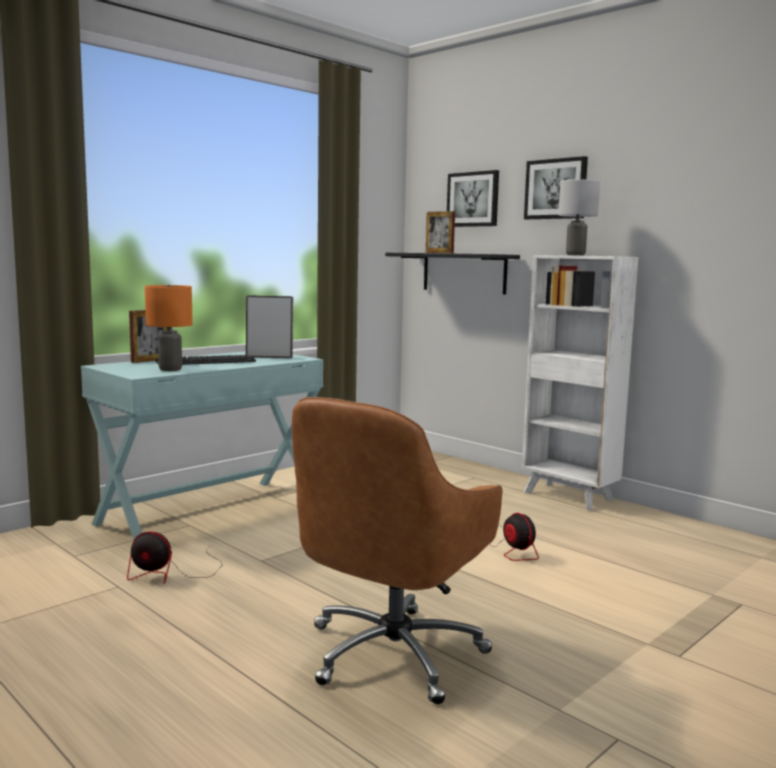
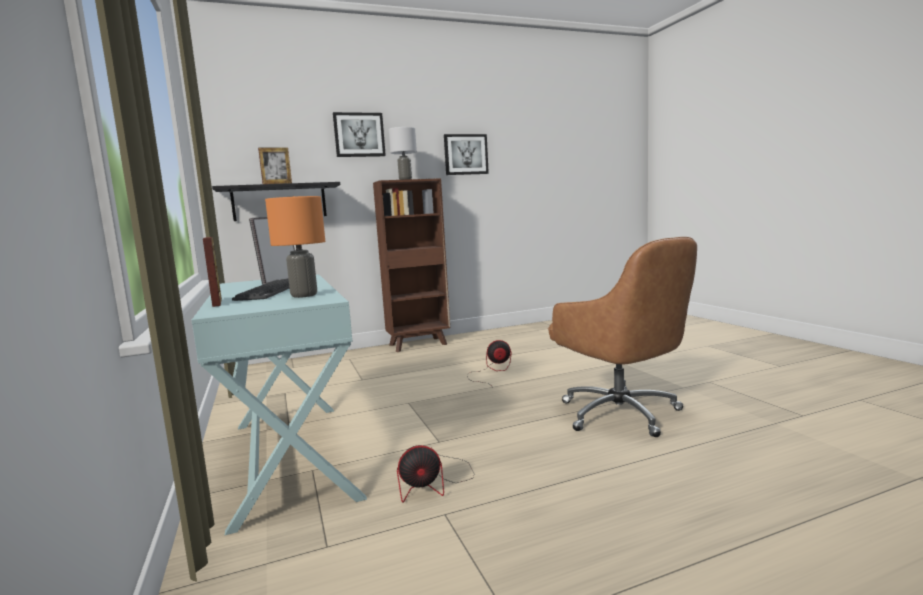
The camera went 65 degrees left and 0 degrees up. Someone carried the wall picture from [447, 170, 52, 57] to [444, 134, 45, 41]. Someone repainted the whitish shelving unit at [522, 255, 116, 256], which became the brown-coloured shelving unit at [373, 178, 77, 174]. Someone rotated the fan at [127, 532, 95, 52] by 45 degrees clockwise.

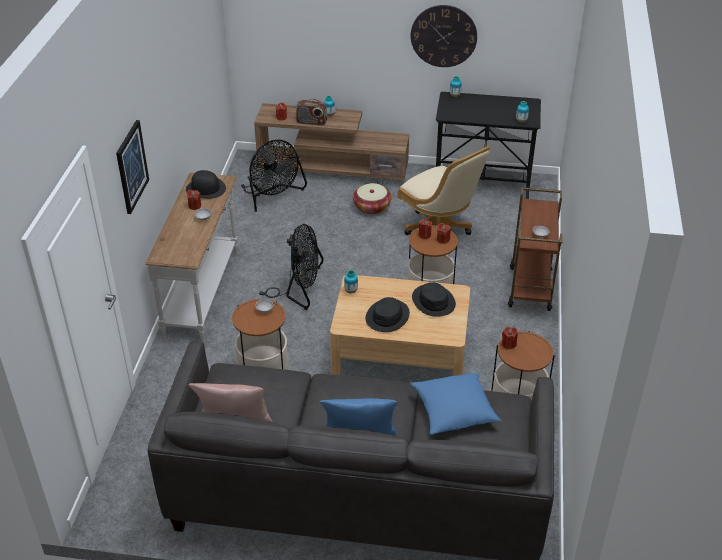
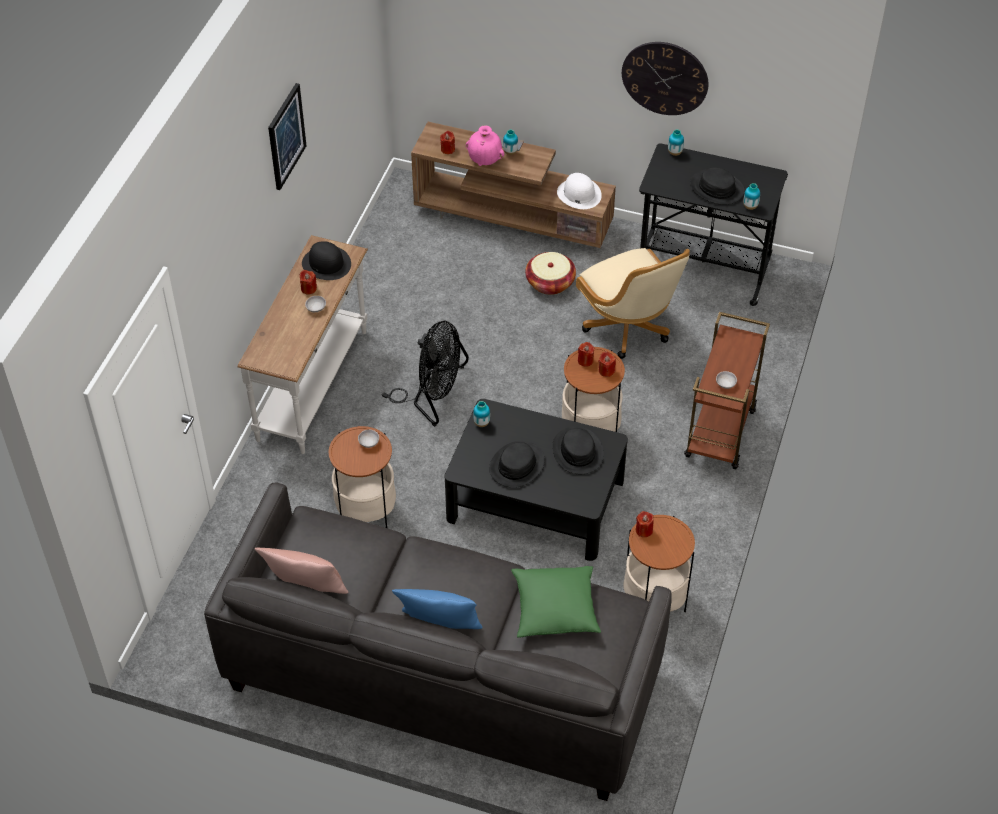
The camera went 10 degrees right and 10 degrees up. Someone took away the blackish fan at [241, 140, 66, 72]. Someone put down the whitish clothing hat at [557, 173, 45, 36]. Someone put down the blackish clothing hat at [690, 167, 55, 38]. Someone carried the wall picture from [116, 120, 33, 94] to [268, 83, 38, 107]. Someone swapped the radio receiver at [296, 99, 31, 27] for the pink-coloured flower vase at [466, 126, 38, 40]. Someone repainted the beige low table at [330, 275, 140, 101], which became the blackish low table at [444, 399, 184, 162]. Someone repainted the blue throw pillow at [411, 373, 90, 62], which became the green throw pillow at [511, 566, 90, 72].

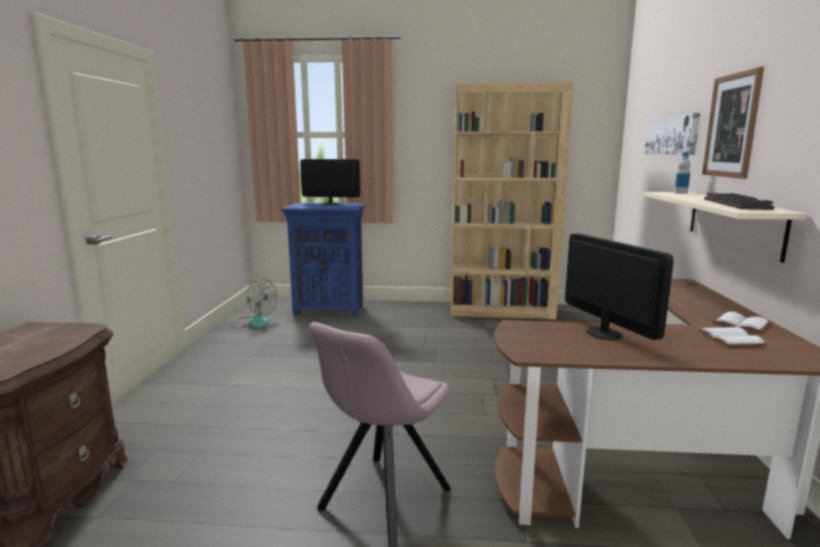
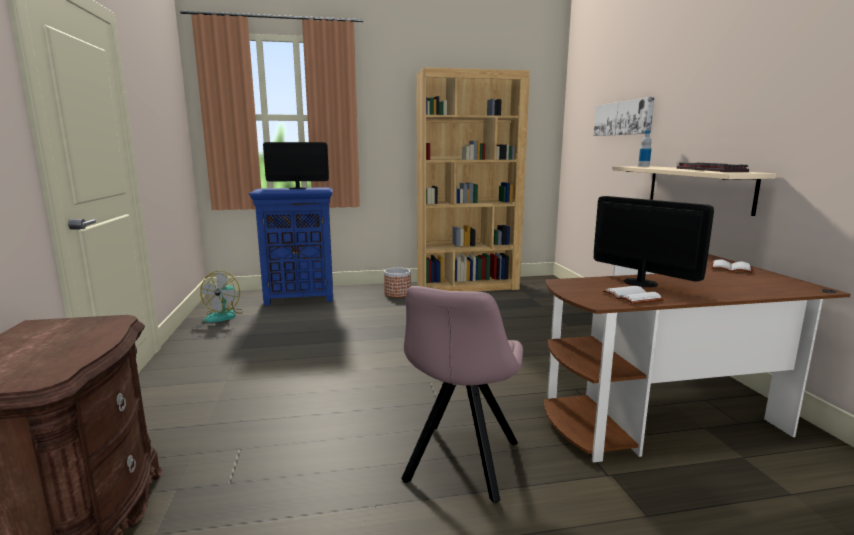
The camera went 15 degrees left and 0 degrees up. Someone took away the wall picture at [702, 67, 62, 112]. Someone put down the flower pot at [384, 268, 27, 30]. Someone carried the whitish bound book from [699, 327, 68, 20] to [603, 286, 61, 18]. Someone rotated the fan at [231, 278, 47, 50] by 90 degrees clockwise.

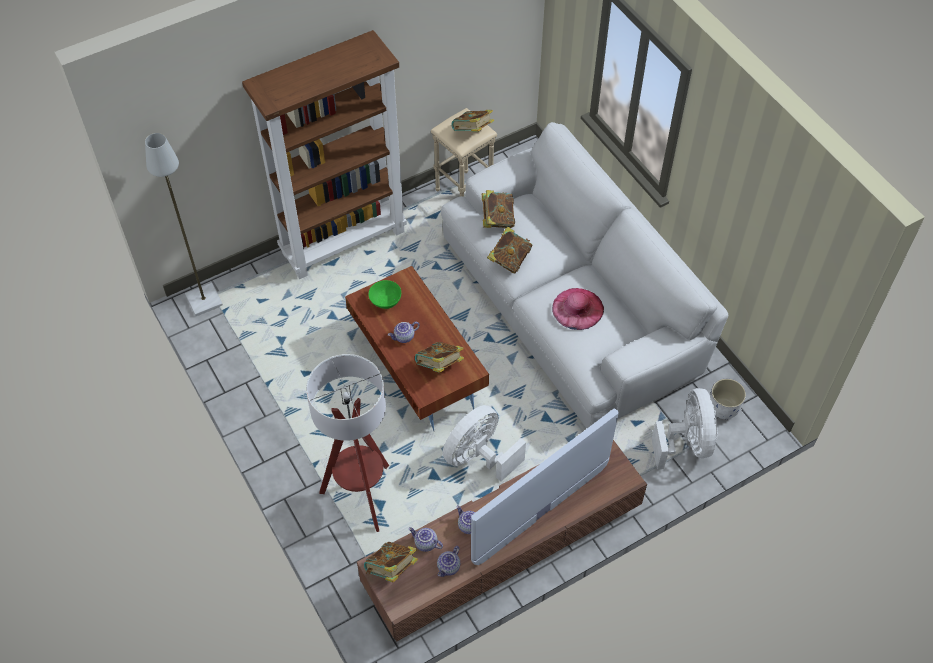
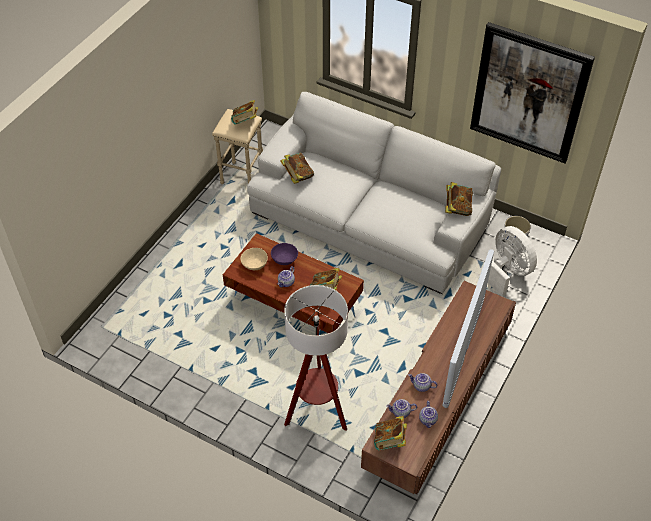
The camera went 30 degrees left and 5 degrees down. Someone took away the greyish standard lamp at [145, 133, 78, 183]. Someone took away the brown-coloured shelving unit at [242, 30, 165, 249]. Someone took away the whitish fan at [443, 405, 83, 77]. Someone took away the pink-coloured clothing hat at [552, 288, 52, 42]. Someone put down the purple-coloured bowl at [271, 243, 27, 22]. Someone put up the wall picture at [470, 22, 125, 141]. Someone carried the bound book from [487, 227, 45, 46] to [445, 182, 28, 34]. Someone repainted the green bowl at [368, 280, 33, 29], which became the beige bowl at [240, 248, 28, 22].

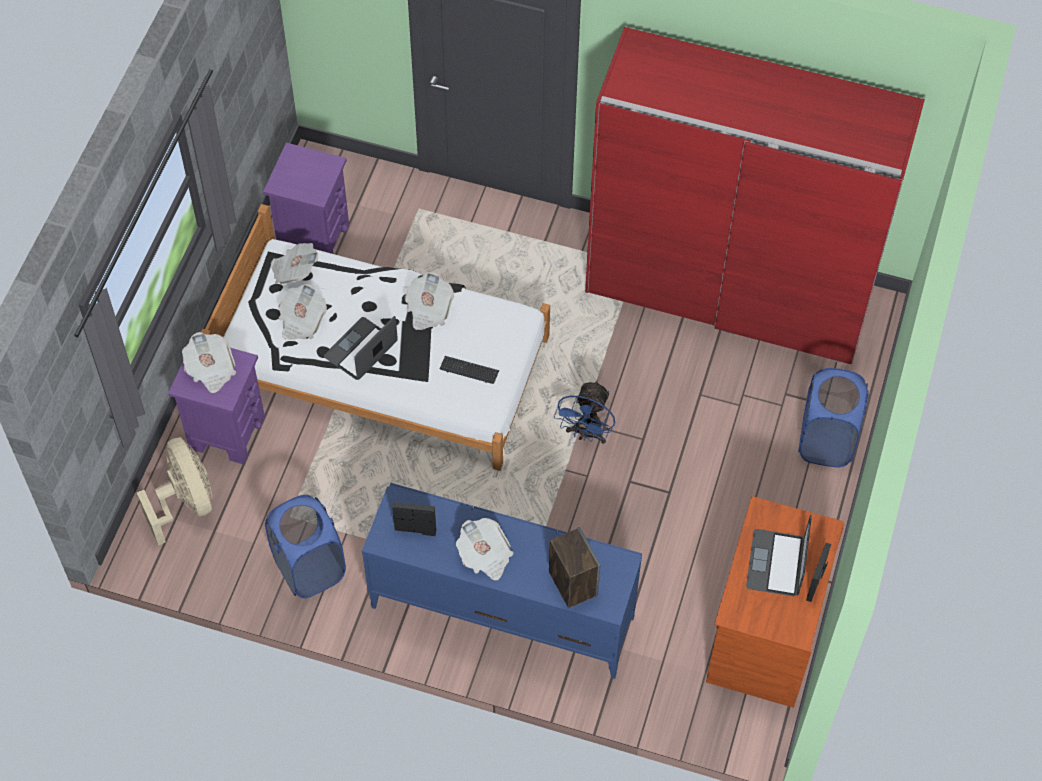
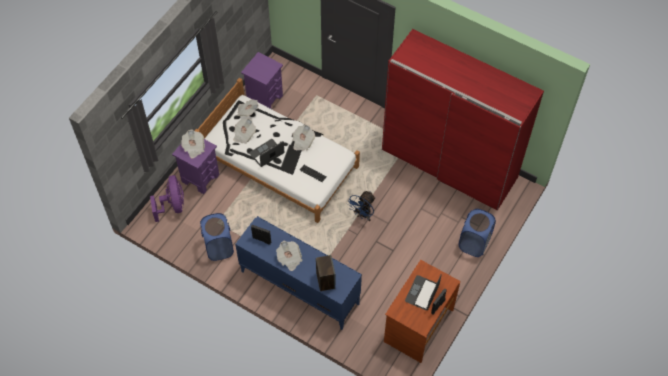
The camera went 15 degrees right and 0 degrees up. Someone repainted the beige fan at [137, 437, 75, 108], which became the purple-coloured fan at [150, 175, 34, 47].

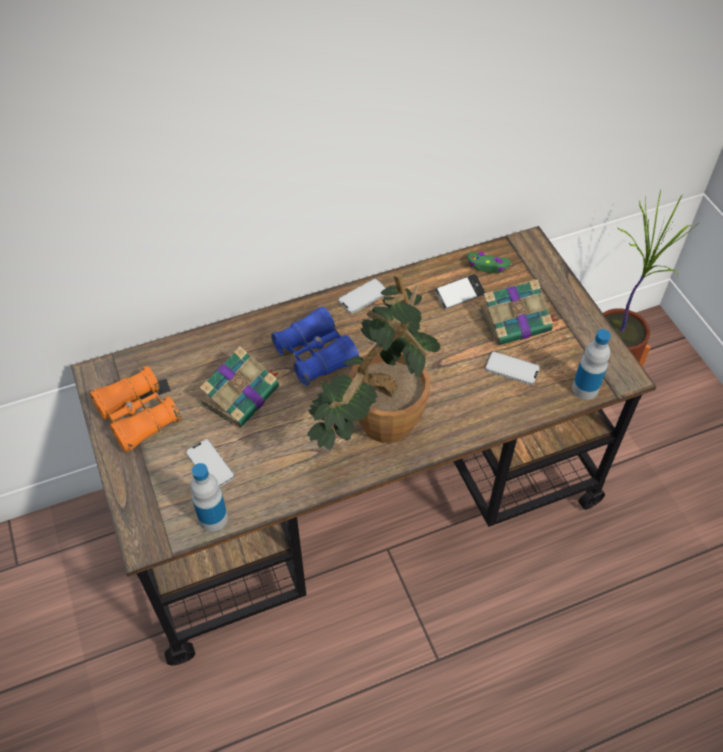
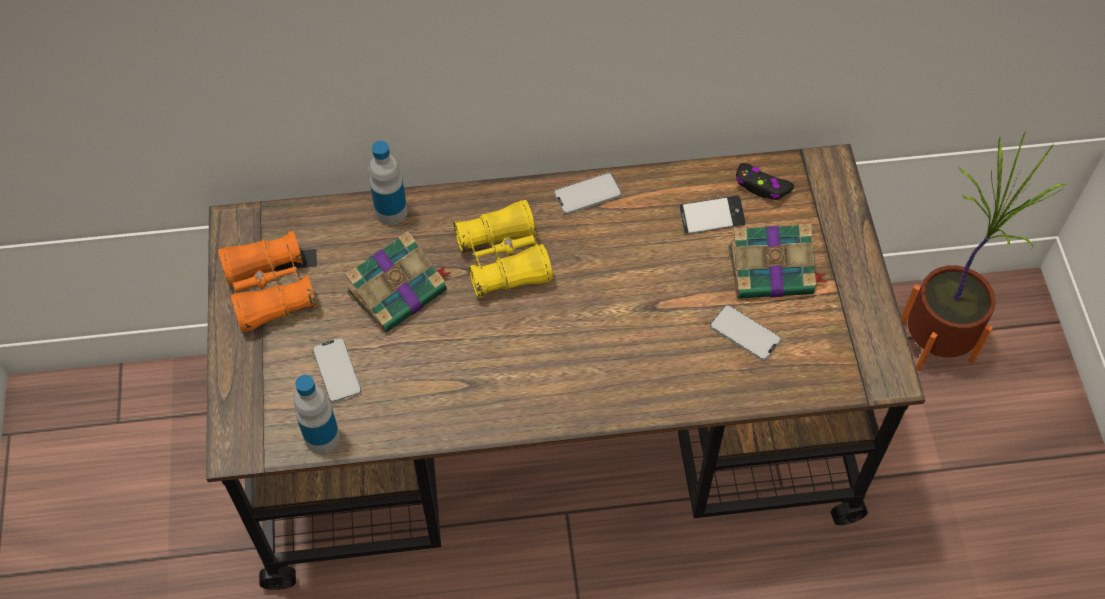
The camera went 15 degrees right and 5 degrees up. Someone took away the plant in a pot at [307, 273, 133, 177]. Someone carried the beverage bottle from [572, 329, 39, 71] to [369, 141, 38, 84]. Someone repainted the blue binoculars at [271, 307, 88, 79], which became the yellow-coloured binoculars at [454, 200, 99, 98]. Someone repainted the green gamepad at [467, 252, 44, 21], which became the blackish gamepad at [736, 163, 58, 37].

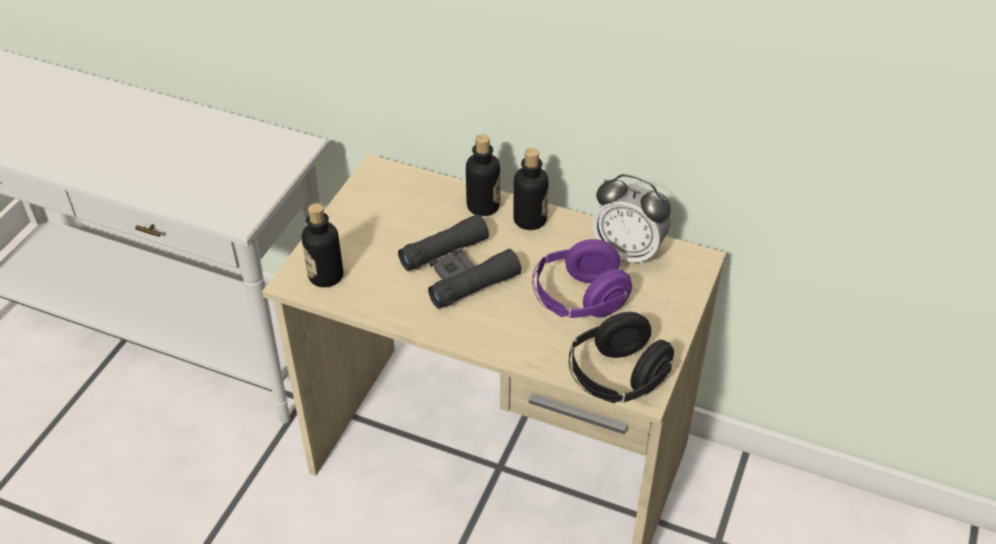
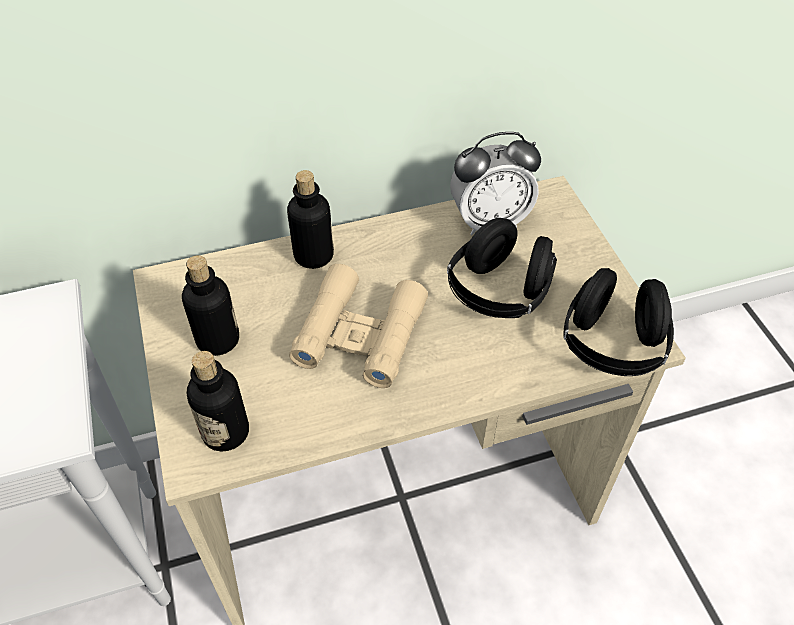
The camera went 40 degrees left and 5 degrees up. Someone carried the beverage bottle from [513, 148, 36, 82] to [182, 255, 57, 101]. Someone repainted the blackish binoculars at [398, 214, 123, 95], which became the beige binoculars at [289, 264, 139, 124]. Someone repainted the purple-coloured headset at [532, 239, 100, 79], which became the blackish headset at [447, 218, 110, 100].

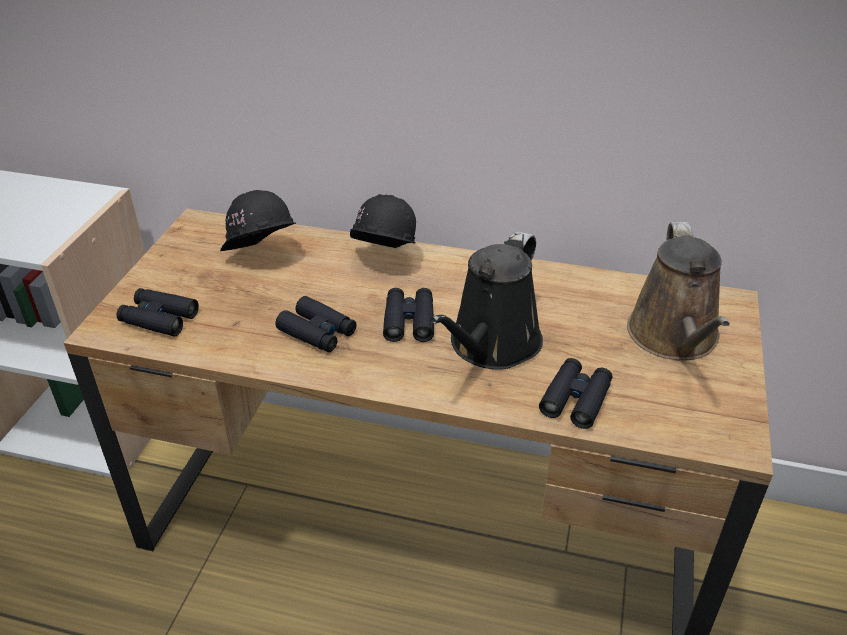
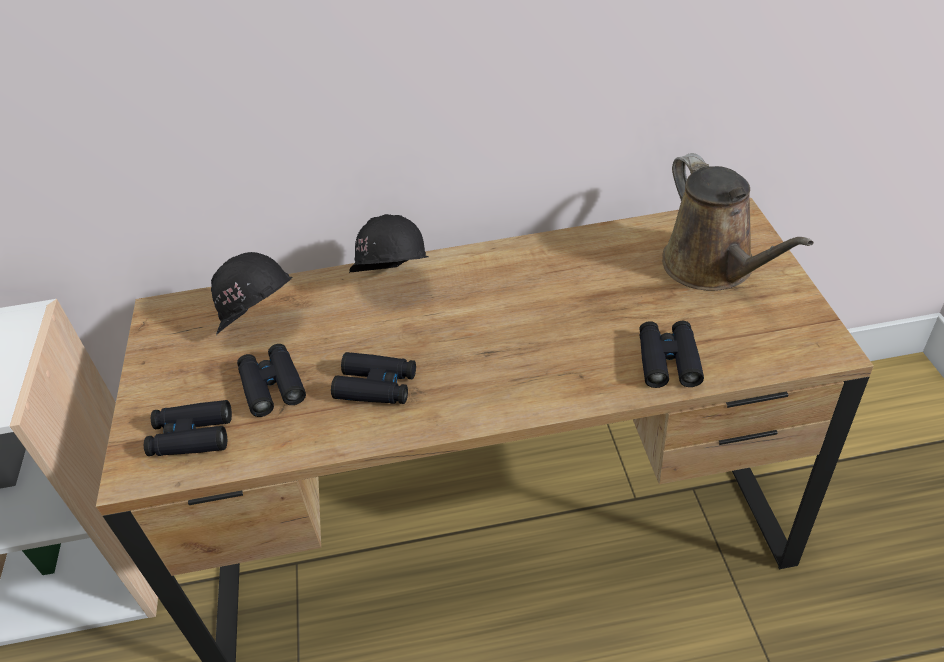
The camera went 20 degrees left and 5 degrees up. Someone took away the blackish watering can at [430, 231, 113, 139]. Someone carried the blackish binoculars from [383, 288, 51, 54] to [237, 344, 69, 73].

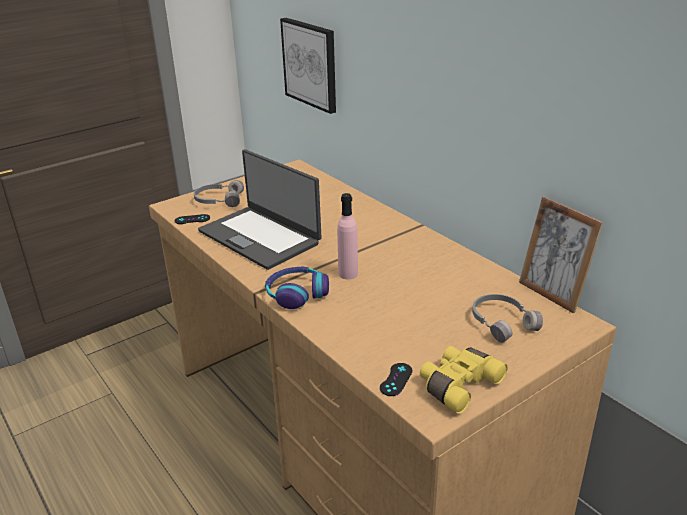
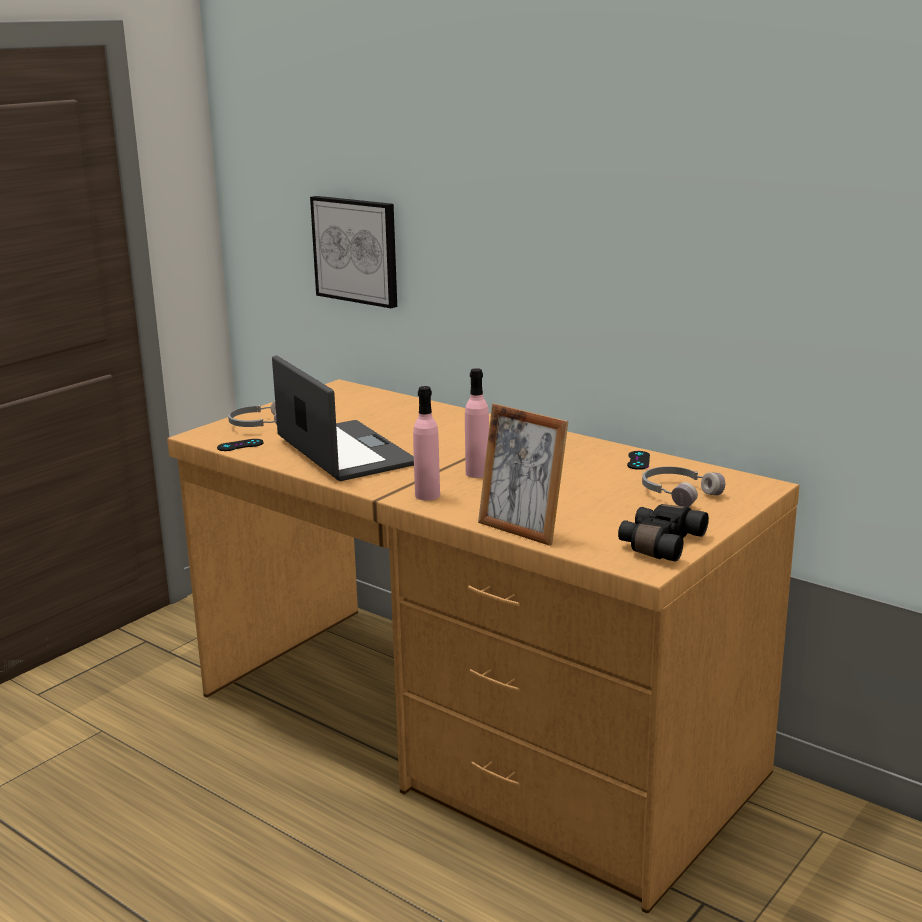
The camera went 15 degrees left and 10 degrees down. Someone carried the blackish gamepad from [380, 363, 32, 33] to [627, 451, 23, 19]. Someone carried the picture frame from [519, 196, 84, 117] to [478, 404, 90, 142]. Someone swapped the headset at [265, 266, 64, 43] for the pink-coloured beverage bottle at [413, 386, 27, 115]. Someone repainted the yellow-coloured binoculars at [420, 346, 88, 68], which became the blackish binoculars at [618, 504, 91, 58]. Someone rotated the laptop at [198, 149, 124, 121] by 150 degrees counterclockwise.

